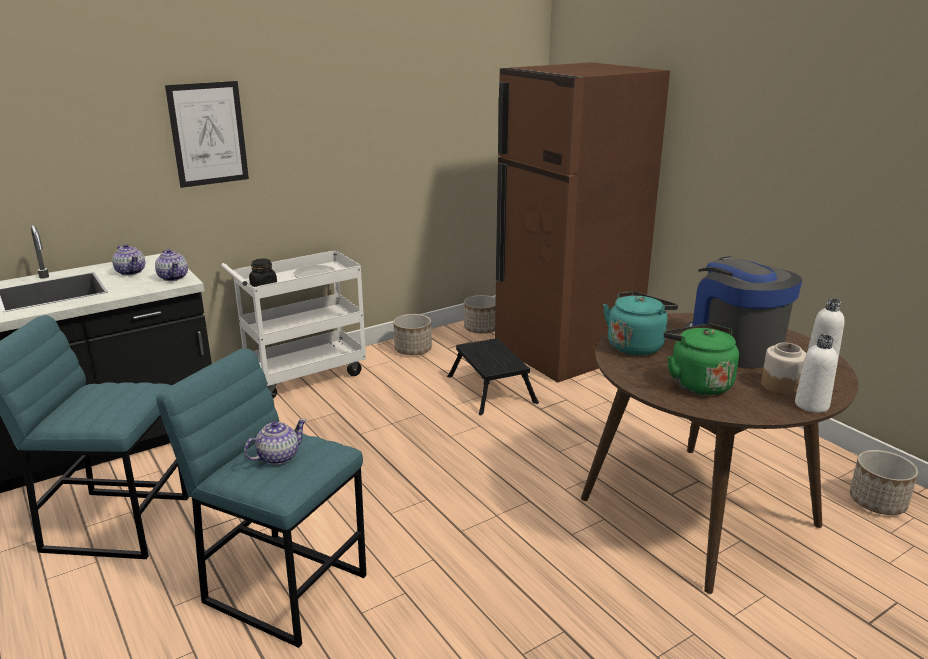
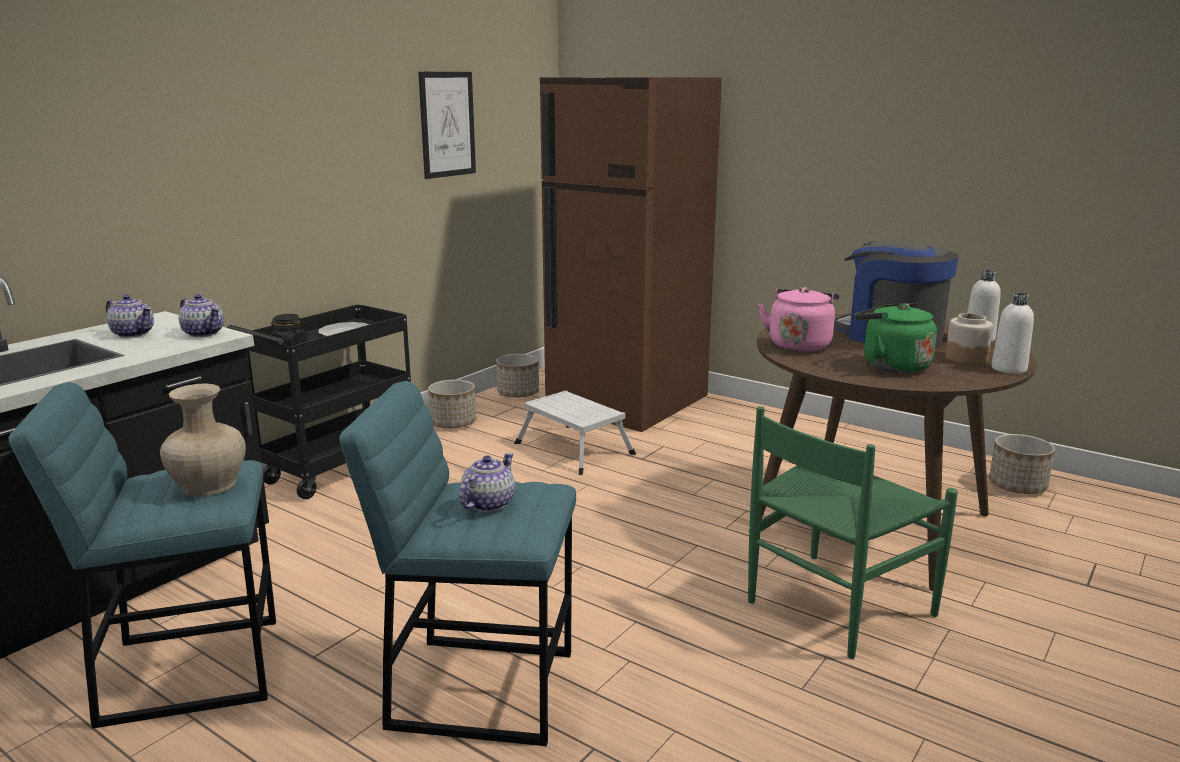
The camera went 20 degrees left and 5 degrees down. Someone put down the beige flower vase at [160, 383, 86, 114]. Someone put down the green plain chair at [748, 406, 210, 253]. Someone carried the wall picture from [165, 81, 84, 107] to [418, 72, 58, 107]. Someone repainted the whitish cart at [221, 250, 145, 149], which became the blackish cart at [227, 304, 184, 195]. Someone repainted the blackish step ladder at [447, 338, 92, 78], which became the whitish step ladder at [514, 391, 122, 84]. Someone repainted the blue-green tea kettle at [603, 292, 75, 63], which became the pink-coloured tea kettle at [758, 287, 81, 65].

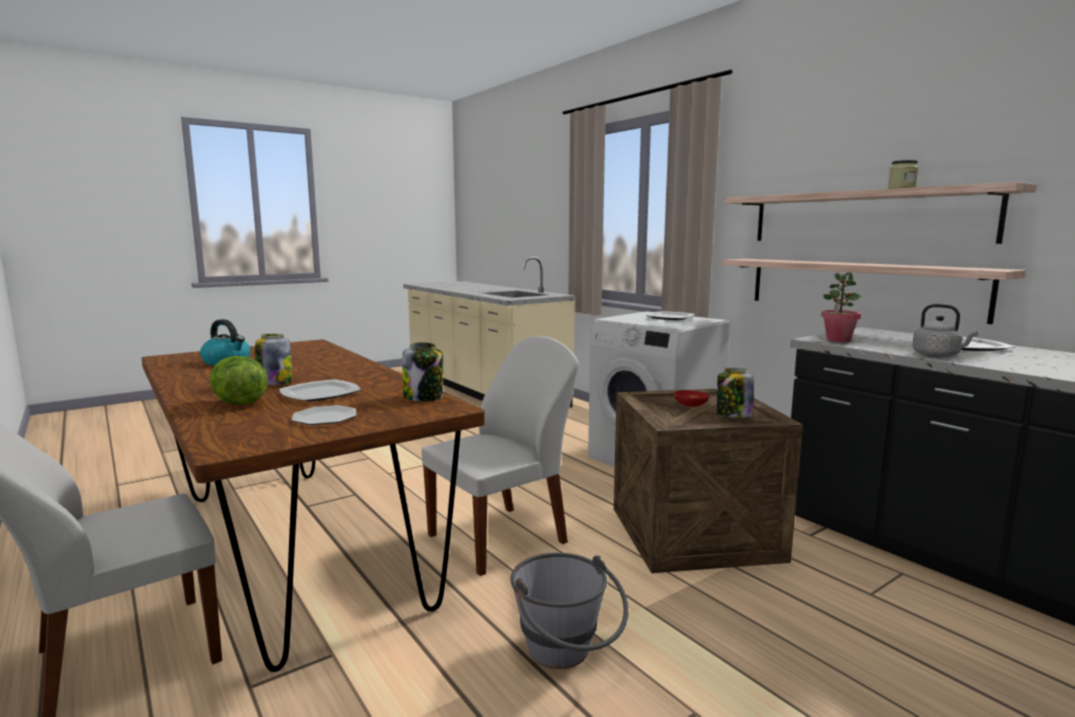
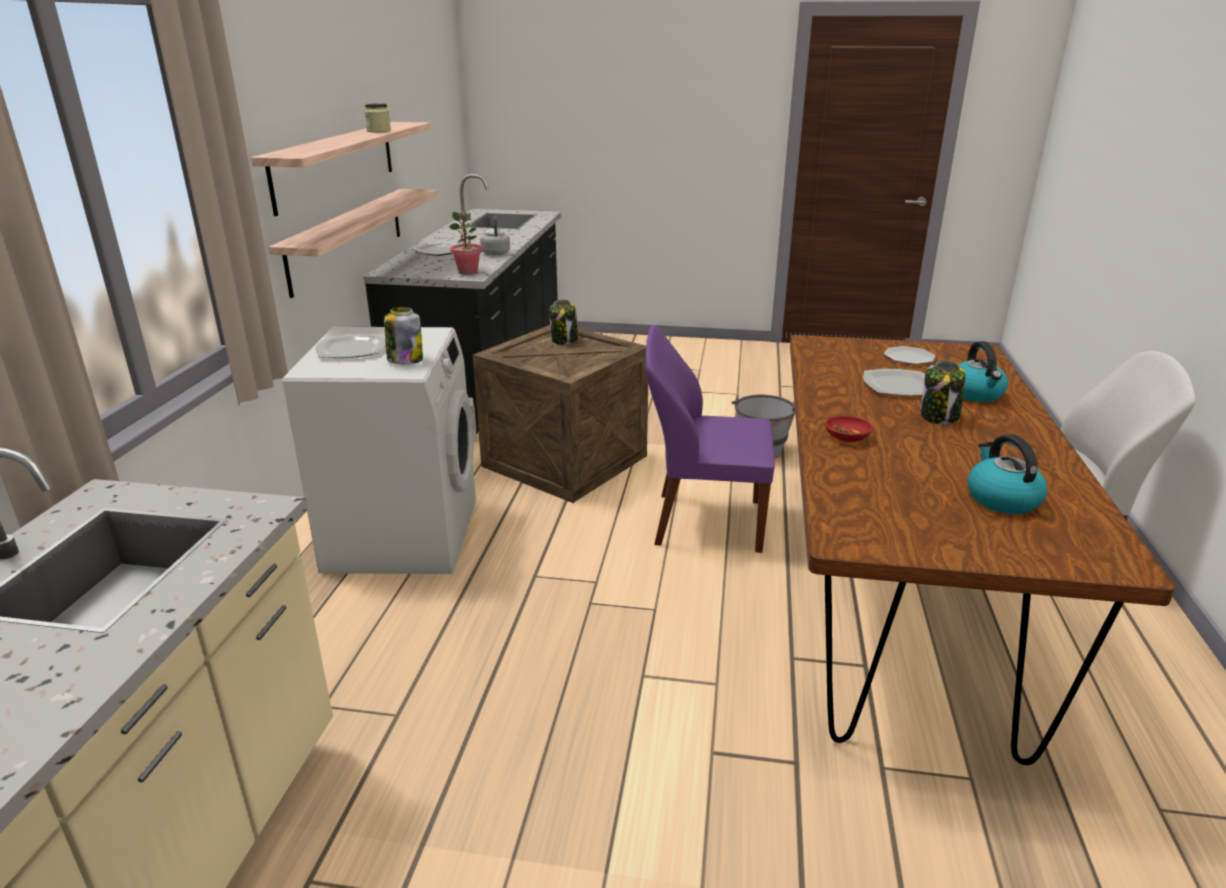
The camera went 135 degrees left and 15 degrees up. Someone carried the storage jar from [402, 342, 41, 59] to [384, 307, 39, 57]. Someone carried the red bowl from [673, 390, 36, 17] to [825, 416, 48, 26]. Someone swapped the lettuce head at [210, 356, 58, 49] for the tea kettle at [959, 341, 49, 61]. Someone repainted the whitish plain chair at [421, 336, 158, 240], which became the purple-coloured plain chair at [645, 325, 130, 228].

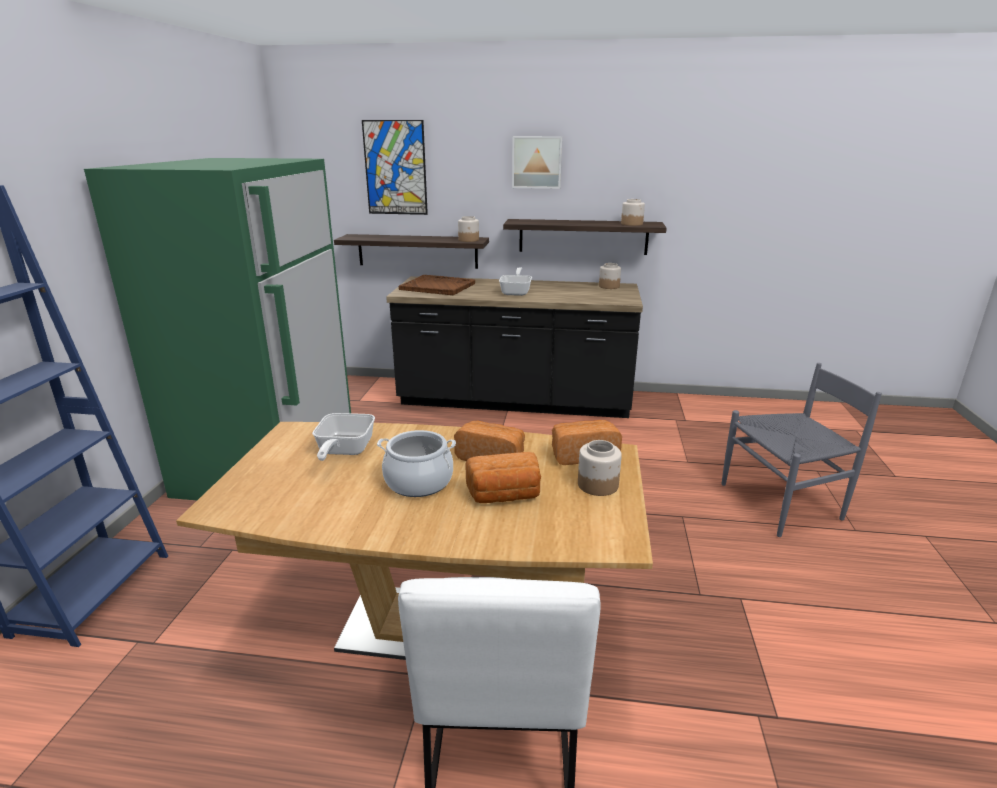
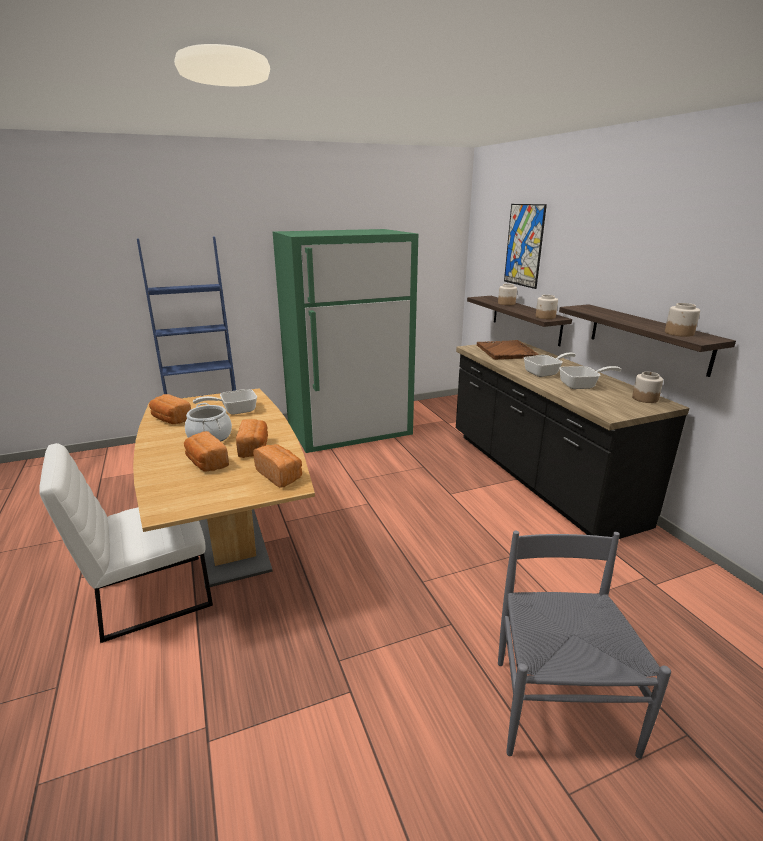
The camera went 60 degrees right and 0 degrees up. Someone took away the wall picture at [512, 136, 51, 53]. Someone put down the baked bread at [149, 394, 42, 30]. Someone put down the skillet at [559, 366, 63, 23]. Someone carried the storage jar from [578, 440, 44, 56] to [498, 284, 19, 21]. Someone rotated the greyish plain chair at [721, 363, 161, 174] by 135 degrees counterclockwise.

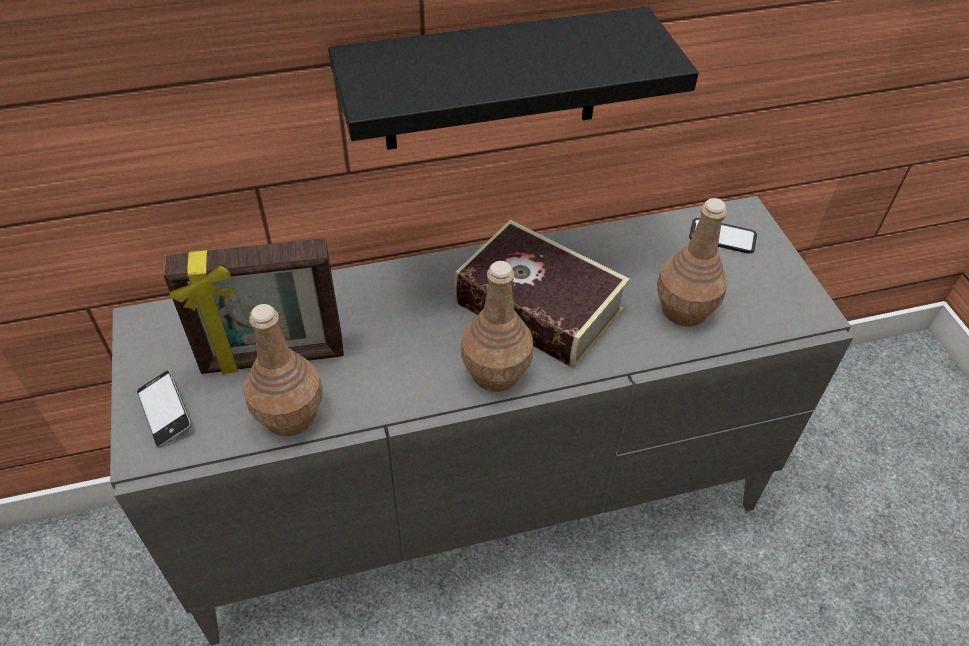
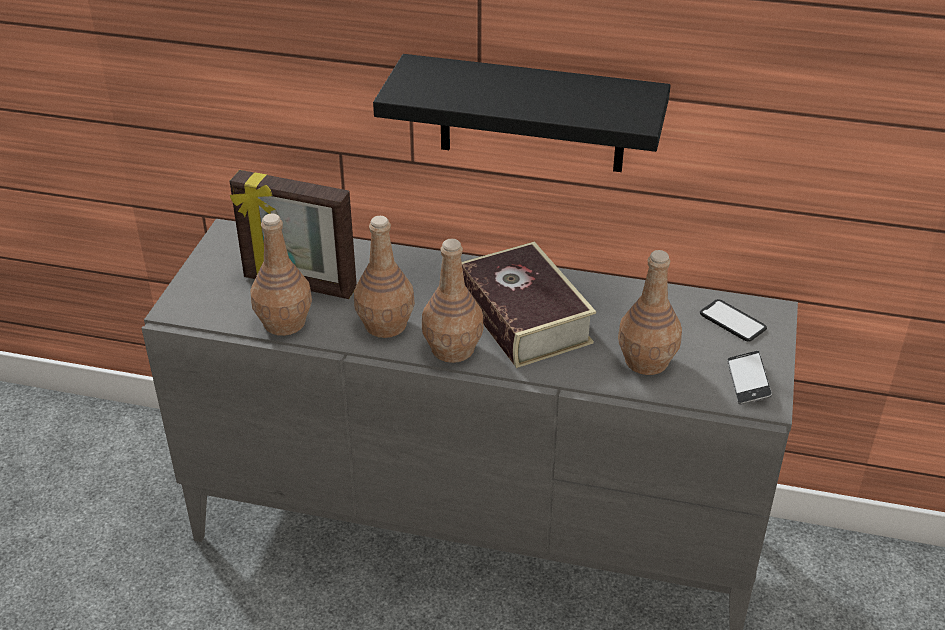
The camera went 30 degrees right and 10 degrees down. Someone put down the brown-coloured beverage bottle at [354, 216, 61, 122]. Someone carried the handset from [137, 370, 54, 77] to [727, 351, 45, 54].

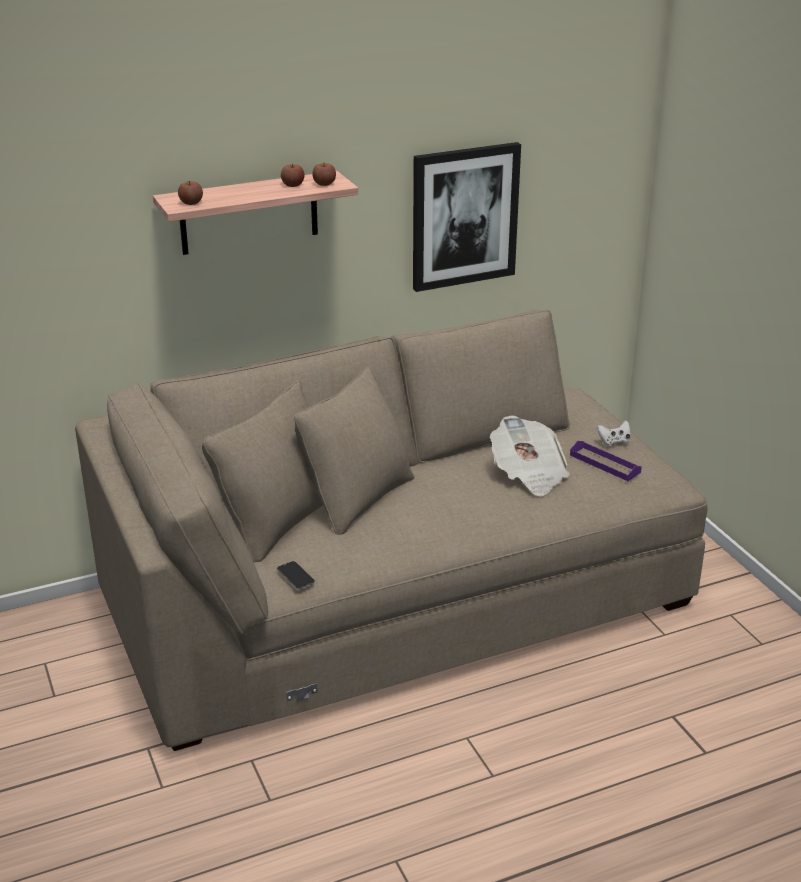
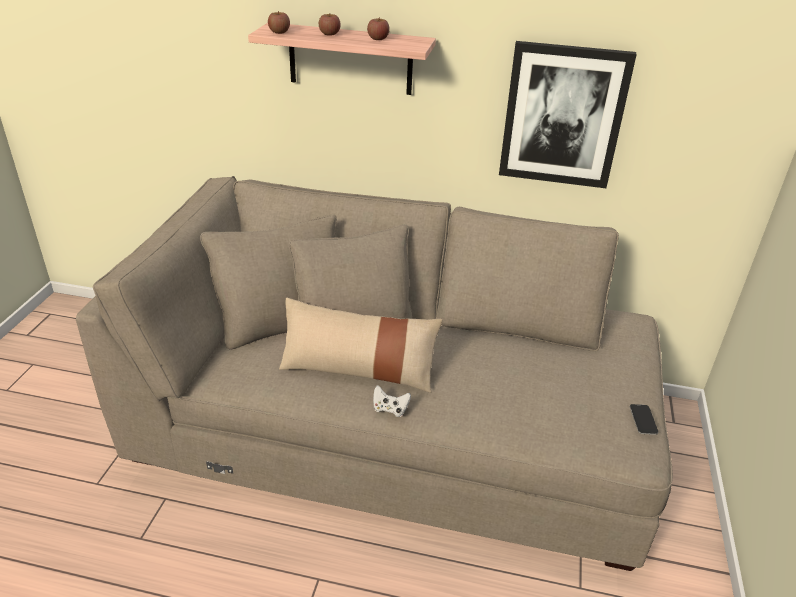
The camera went 35 degrees right and 5 degrees up. Someone took away the printed paper at [490, 415, 80, 82]. Someone took away the purple-coloured carrying tray at [570, 441, 72, 40]. Someone put down the beige throw pillow at [279, 298, 163, 95]. Someone carried the handset from [277, 561, 38, 28] to [630, 404, 28, 31]. Someone carried the apple from [312, 163, 24, 23] to [319, 13, 22, 23]. Someone carried the whitish gamepad from [597, 421, 33, 26] to [373, 385, 38, 32].

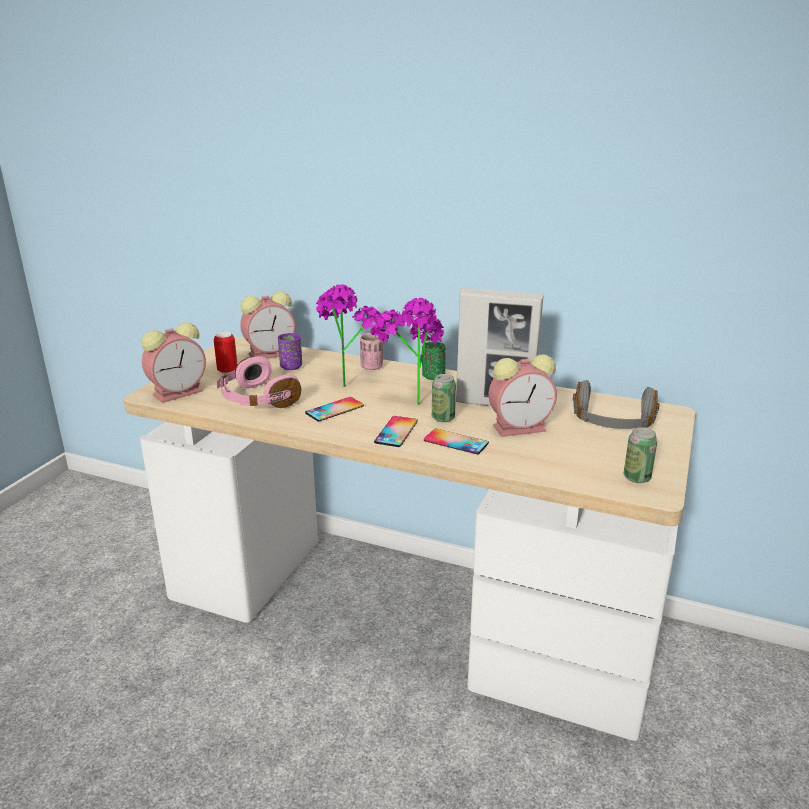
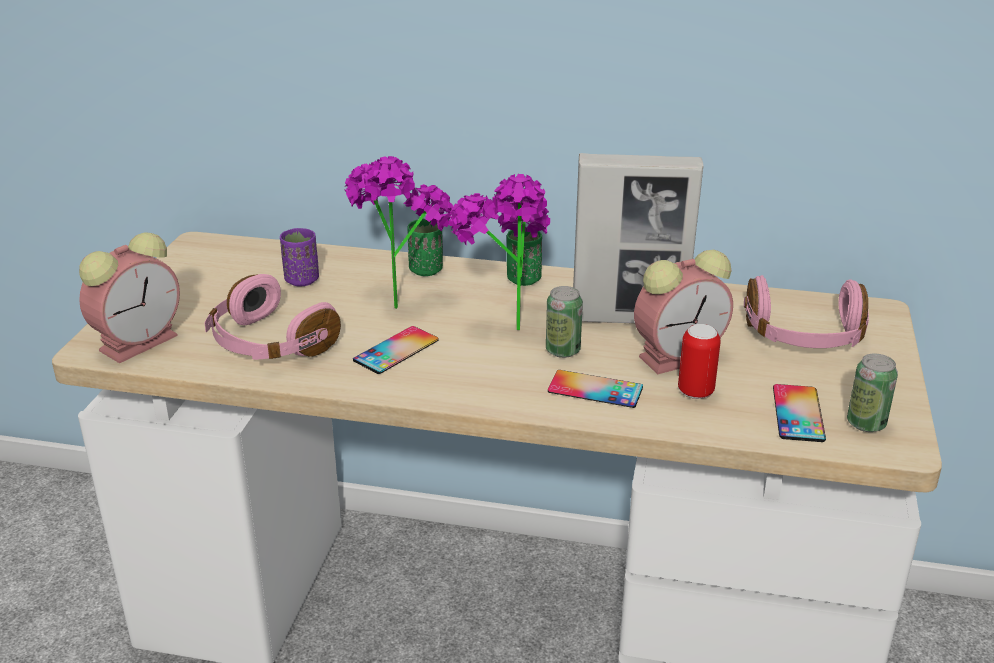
The camera went 10 degrees left and 5 degrees up. Someone took away the table clock at [240, 291, 56, 68]. Someone carried the metal can from [214, 331, 23, 43] to [678, 324, 43, 75]. Someone carried the handset from [374, 416, 44, 31] to [773, 384, 53, 58]. Someone repainted the pink-coloured cup at [360, 333, 23, 37], which became the green cup at [407, 219, 36, 57]. Someone repainted the greyish headset at [573, 380, 86, 49], which became the pink-coloured headset at [744, 275, 125, 73].

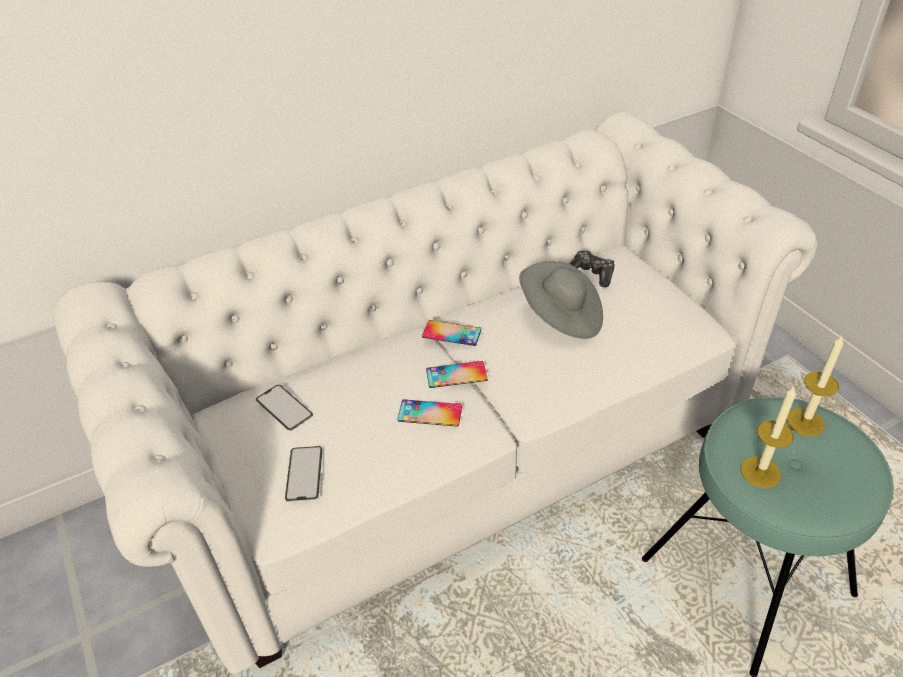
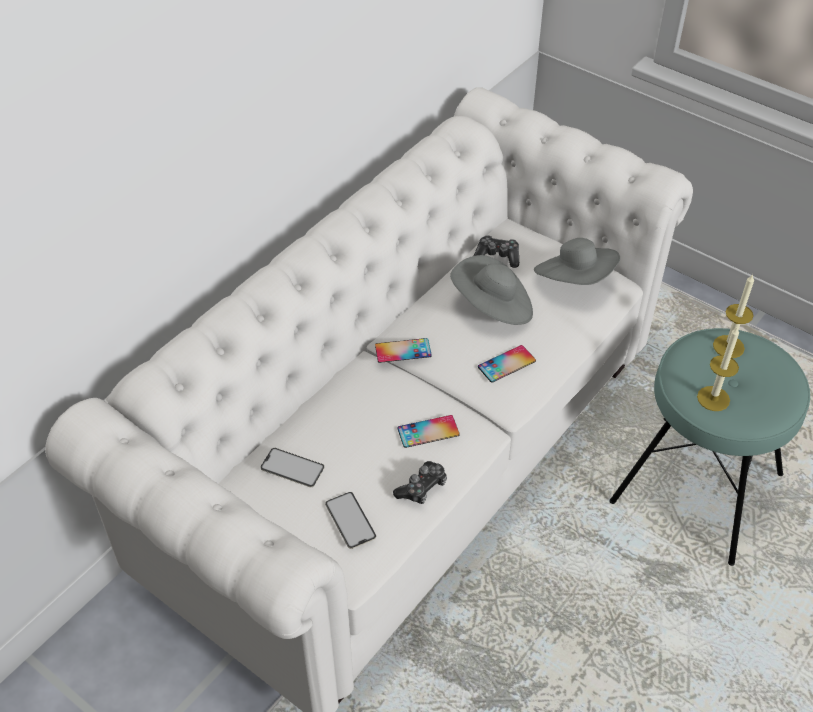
The camera went 25 degrees left and 5 degrees up. Someone put down the gamepad at [393, 461, 54, 43]. Someone put down the greyish clothing hat at [534, 238, 86, 47]. Someone carried the handset from [426, 361, 62, 27] to [478, 345, 58, 38].

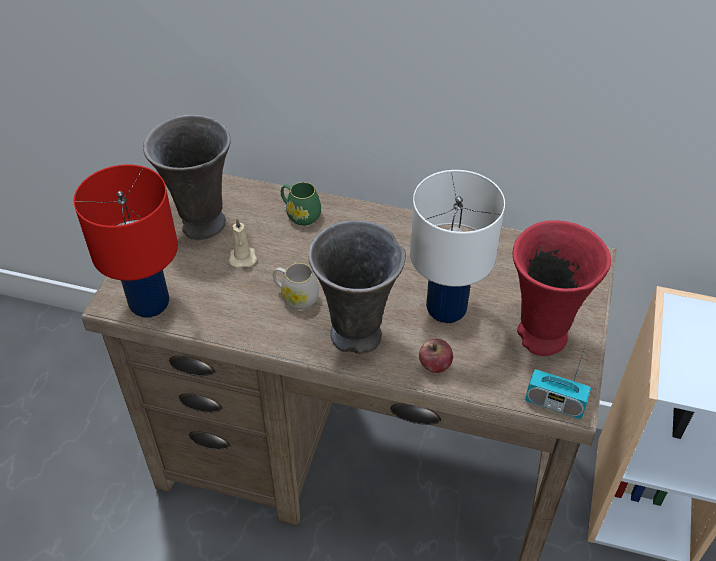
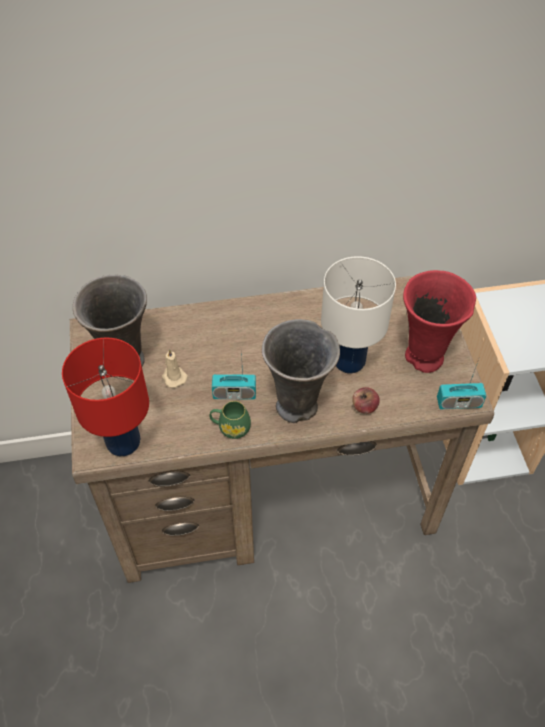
The camera went 25 degrees left and 5 degrees up. Someone carried the green mug from [281, 182, 40, 44] to [209, 401, 42, 38]. Someone swapped the whitish mug at [273, 263, 46, 47] for the radio receiver at [212, 352, 44, 47].

